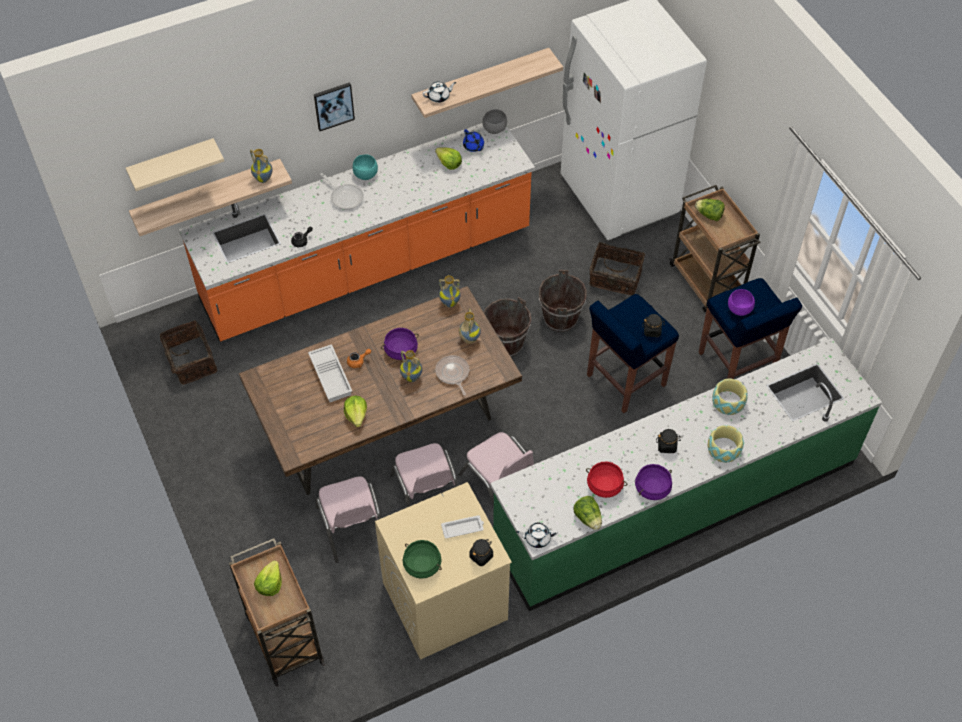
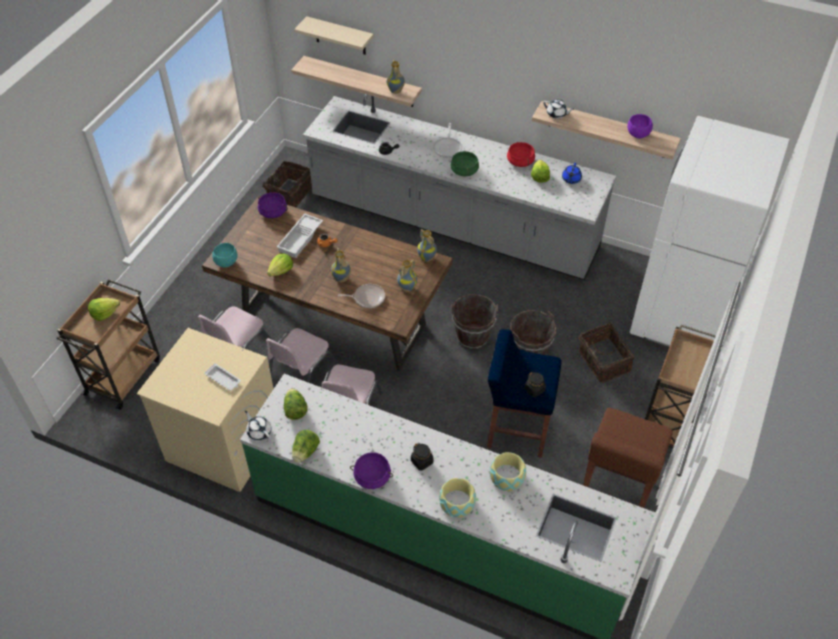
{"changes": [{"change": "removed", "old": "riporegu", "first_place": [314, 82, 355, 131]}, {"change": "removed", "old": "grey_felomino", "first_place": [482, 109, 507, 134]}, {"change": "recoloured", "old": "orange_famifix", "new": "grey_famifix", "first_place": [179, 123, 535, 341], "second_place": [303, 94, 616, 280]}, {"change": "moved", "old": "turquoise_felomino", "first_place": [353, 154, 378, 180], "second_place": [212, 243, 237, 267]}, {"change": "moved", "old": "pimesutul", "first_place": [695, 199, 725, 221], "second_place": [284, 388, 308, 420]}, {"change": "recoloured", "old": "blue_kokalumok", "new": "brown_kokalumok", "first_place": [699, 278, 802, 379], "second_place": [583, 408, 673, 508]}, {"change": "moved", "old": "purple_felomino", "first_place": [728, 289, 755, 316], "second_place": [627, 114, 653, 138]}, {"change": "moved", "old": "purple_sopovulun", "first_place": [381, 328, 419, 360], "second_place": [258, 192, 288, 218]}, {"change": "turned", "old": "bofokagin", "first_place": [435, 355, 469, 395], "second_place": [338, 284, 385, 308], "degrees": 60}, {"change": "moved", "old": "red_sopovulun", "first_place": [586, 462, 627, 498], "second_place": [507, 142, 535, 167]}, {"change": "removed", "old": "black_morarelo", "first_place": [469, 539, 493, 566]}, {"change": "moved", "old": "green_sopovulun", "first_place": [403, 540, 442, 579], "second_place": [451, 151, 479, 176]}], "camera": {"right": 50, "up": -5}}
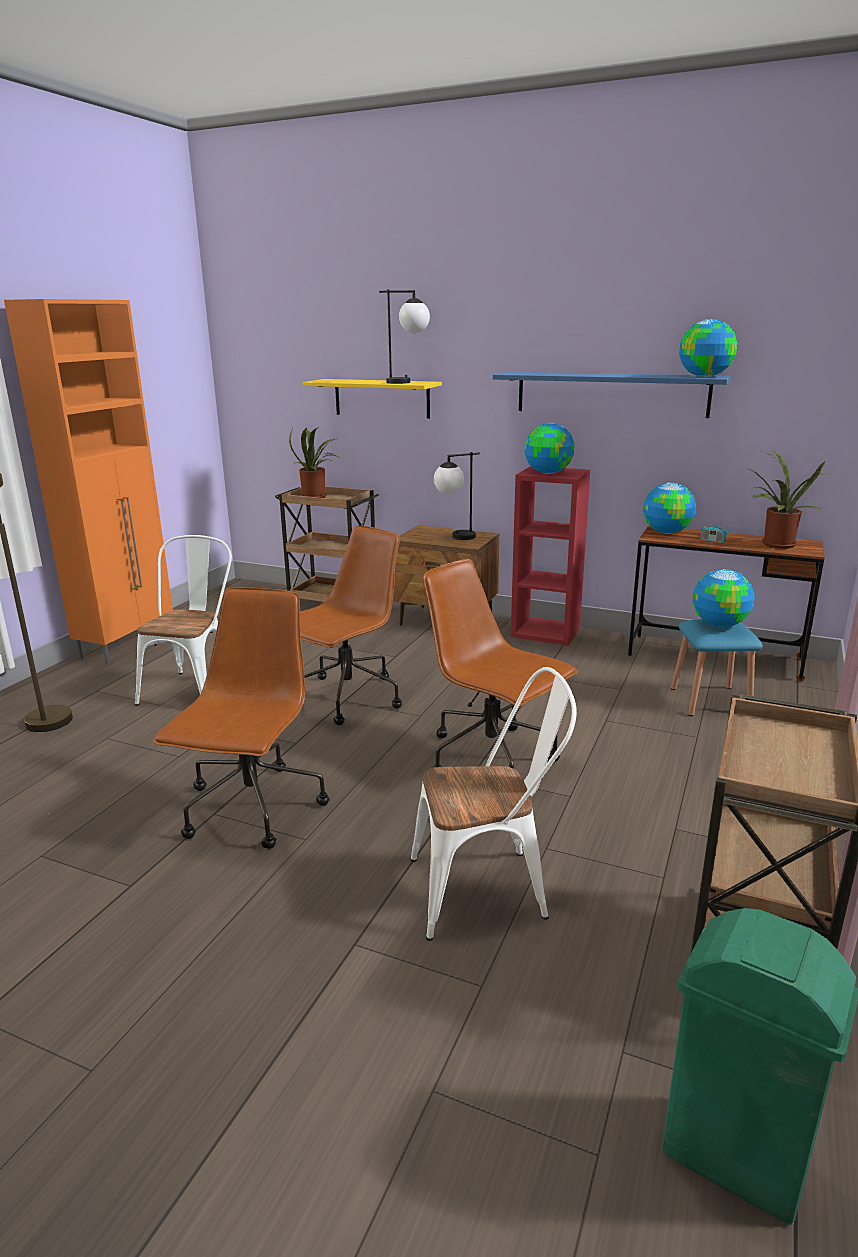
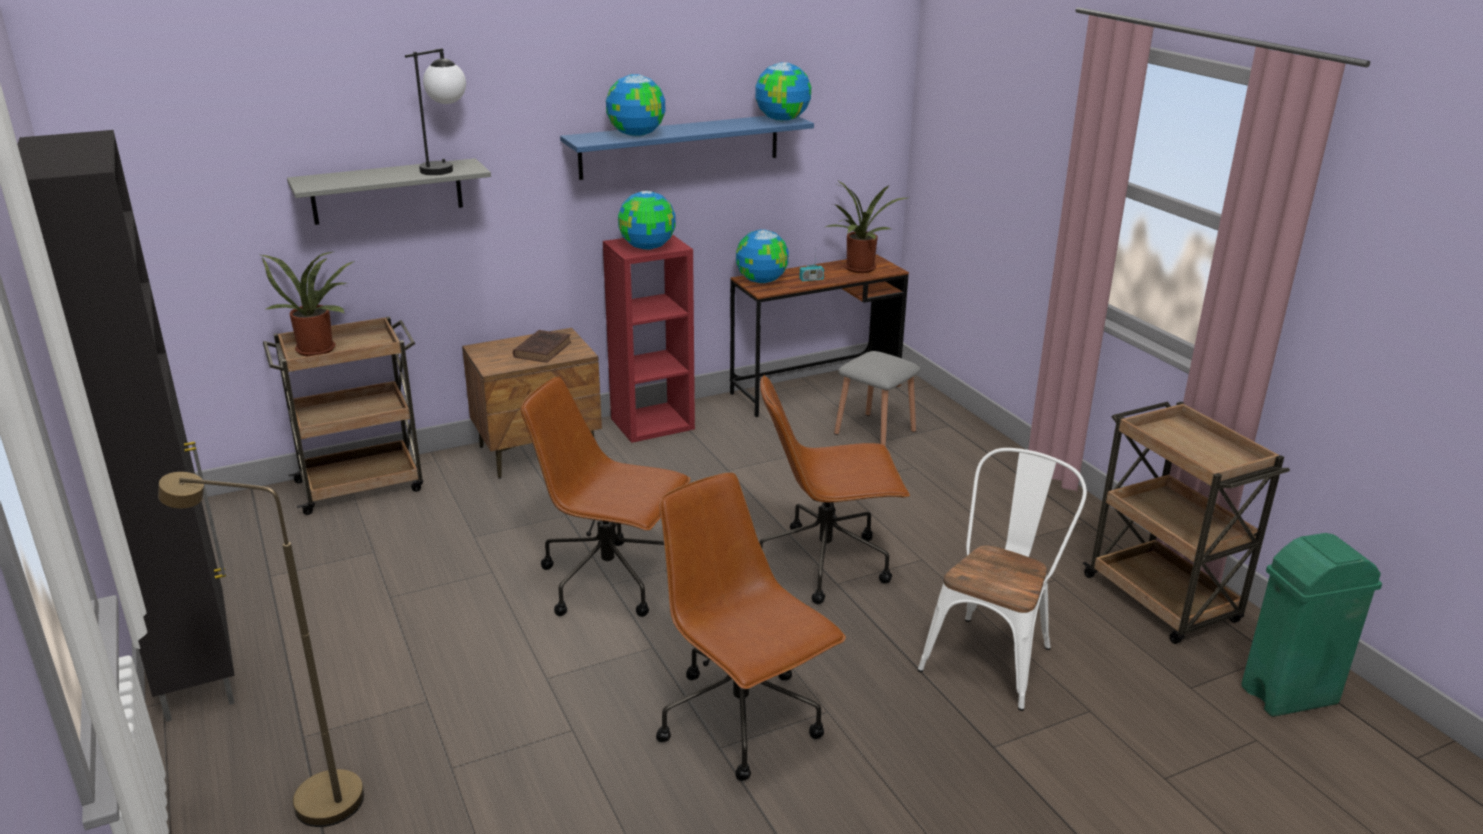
{"changes": [{"change": "recoloured", "old": "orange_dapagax", "new": "black_dapagax", "first_place": [4, 299, 173, 665], "second_place": [17, 130, 235, 722]}, {"change": "recoloured", "old": "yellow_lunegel", "new": "grey_lunegel", "first_place": [302, 379, 442, 419], "second_place": [287, 158, 491, 225]}, {"change": "replaced", "old": "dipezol", "new": "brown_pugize", "first_place": [434, 452, 480, 540], "second_place": [513, 330, 571, 363]}, {"change": "turned", "old": "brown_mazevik", "first_place": [300, 525, 402, 725], "second_place": [521, 377, 691, 617], "degrees": -60}, {"change": "removed", "old": "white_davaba", "first_place": [135, 535, 232, 706]}, {"change": "moved", "old": "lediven", "first_place": [693, 569, 755, 627], "second_place": [606, 74, 665, 137]}, {"change": "recoloured", "old": "blue_kokalumok", "new": "grey_kokalumok", "first_place": [671, 619, 763, 716], "second_place": [834, 351, 921, 446]}], "camera": {"right": -50, "up": 5}}
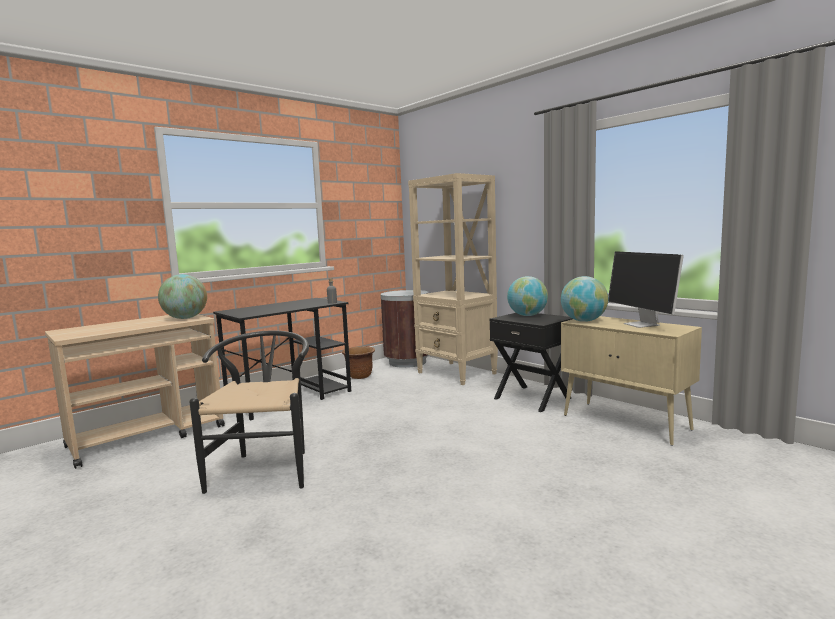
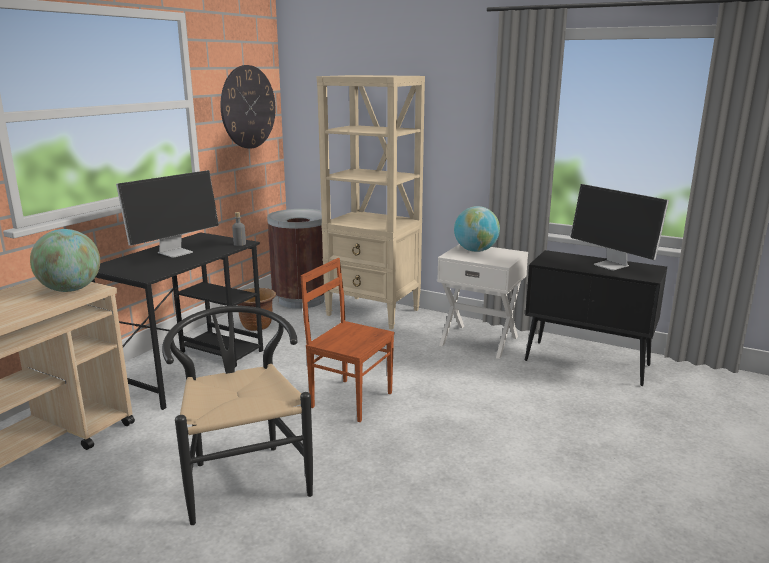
{"changes": [{"change": "removed", "old": "lediven", "first_place": [561, 276, 608, 322]}, {"change": "recoloured", "old": "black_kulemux", "new": "white_kulemux", "first_place": [490, 313, 572, 412], "second_place": [437, 244, 528, 359]}, {"change": "recoloured", "old": "beige_dapagax", "new": "black_dapagax", "first_place": [561, 316, 702, 446], "second_place": [525, 250, 667, 386]}, {"change": "added", "new": "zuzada", "second_place": [221, 65, 275, 149]}, {"change": "added", "new": "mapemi", "second_place": [116, 170, 219, 258]}, {"change": "added", "new": "brown_davaba", "second_place": [301, 258, 395, 422]}], "camera": {"right": -20, "up": 10}}
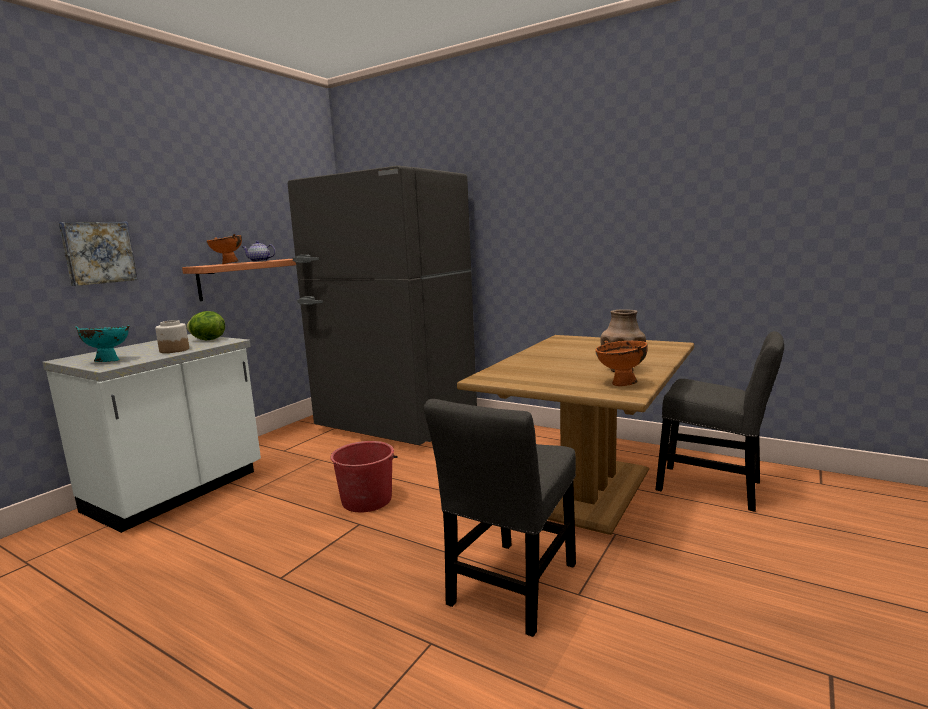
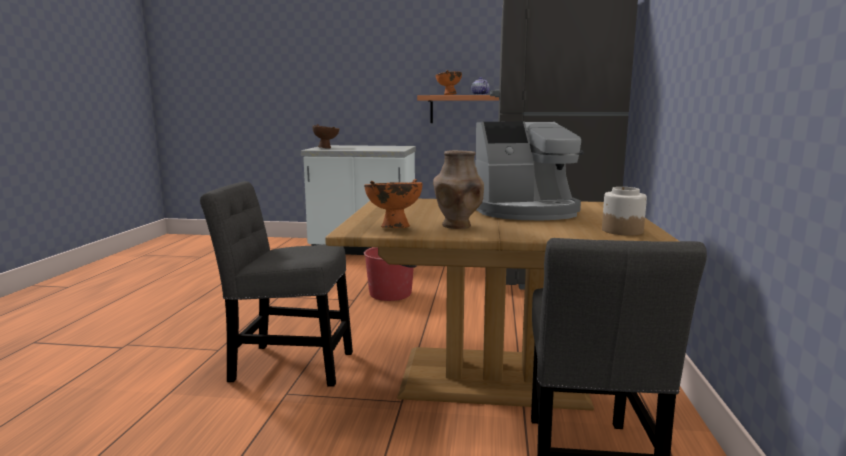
{"changes": [{"change": "removed", "old": "riporegu", "first_place": [59, 222, 138, 286]}, {"change": "removed", "old": "pimesutul", "first_place": [186, 311, 225, 340]}, {"change": "moved", "old": "morarelo", "first_place": [155, 320, 189, 353], "second_place": [602, 187, 647, 236]}, {"change": "recoloured", "old": "turquoise_felomino", "new": "brown_felomino", "first_place": [76, 325, 130, 362], "second_place": [312, 124, 340, 148]}, {"change": "added", "new": "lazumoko", "second_place": [475, 122, 584, 220]}], "camera": {"right": 65, "up": 0}}
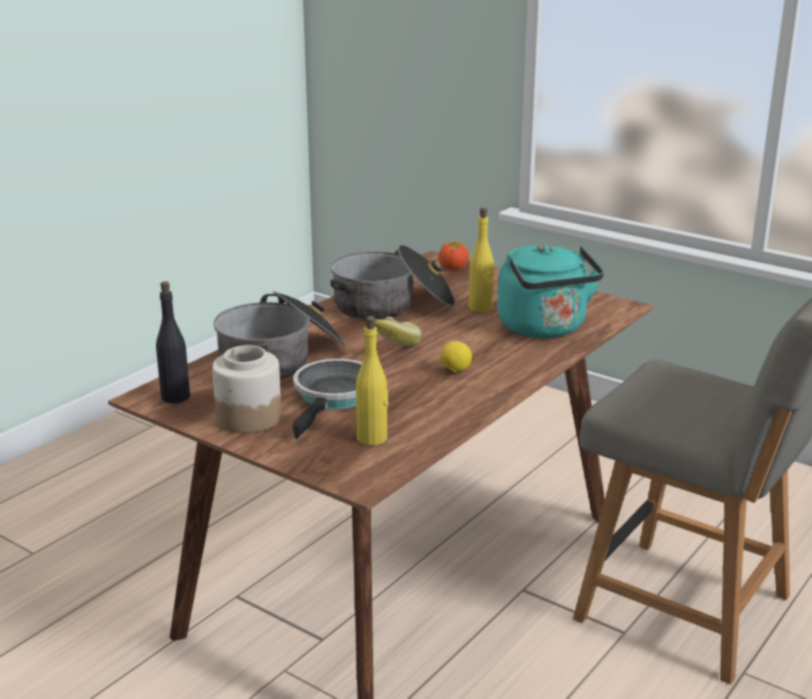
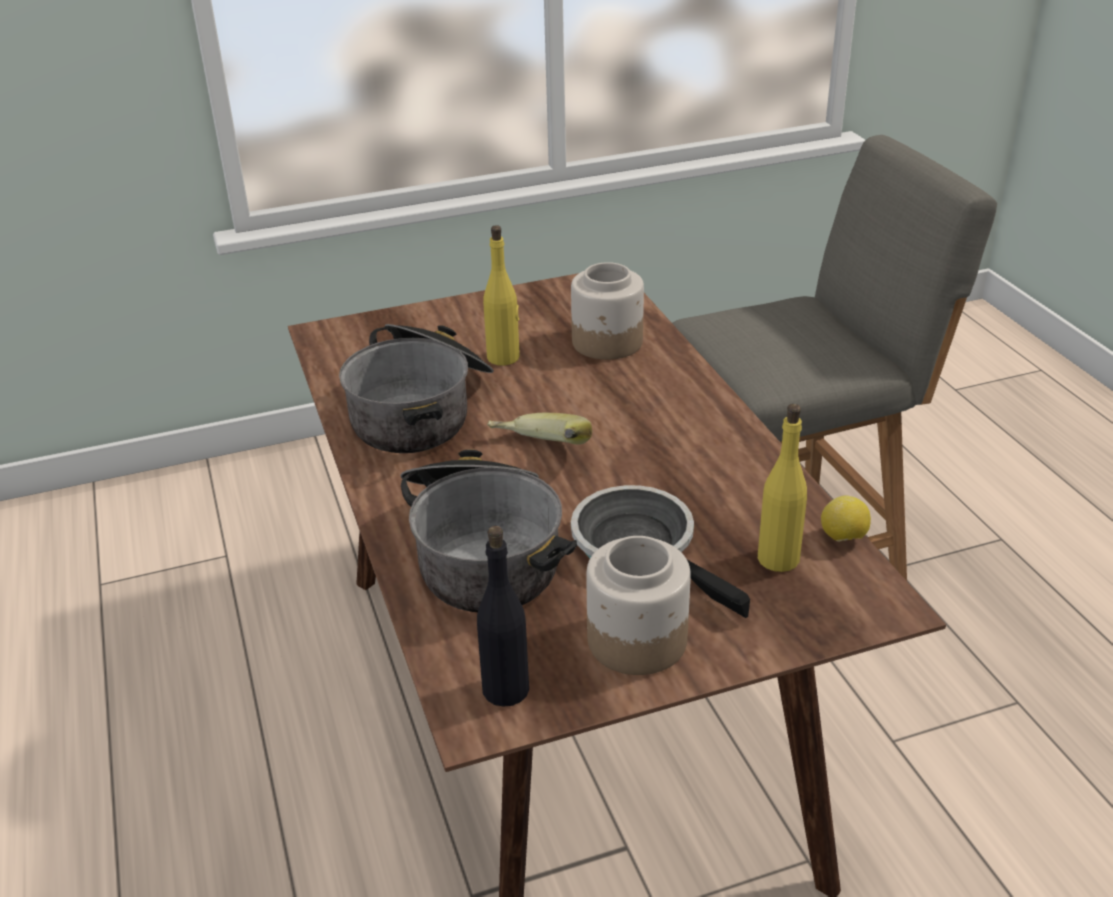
{"changes": [{"change": "removed", "old": "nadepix", "first_place": [439, 237, 469, 270]}, {"change": "replaced", "old": "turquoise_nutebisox", "new": "morarelo", "first_place": [497, 244, 604, 338], "second_place": [571, 262, 644, 360]}, {"change": "moved", "old": "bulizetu", "first_place": [440, 341, 472, 372], "second_place": [821, 495, 871, 542]}], "camera": {"right": -55, "up": 10}}
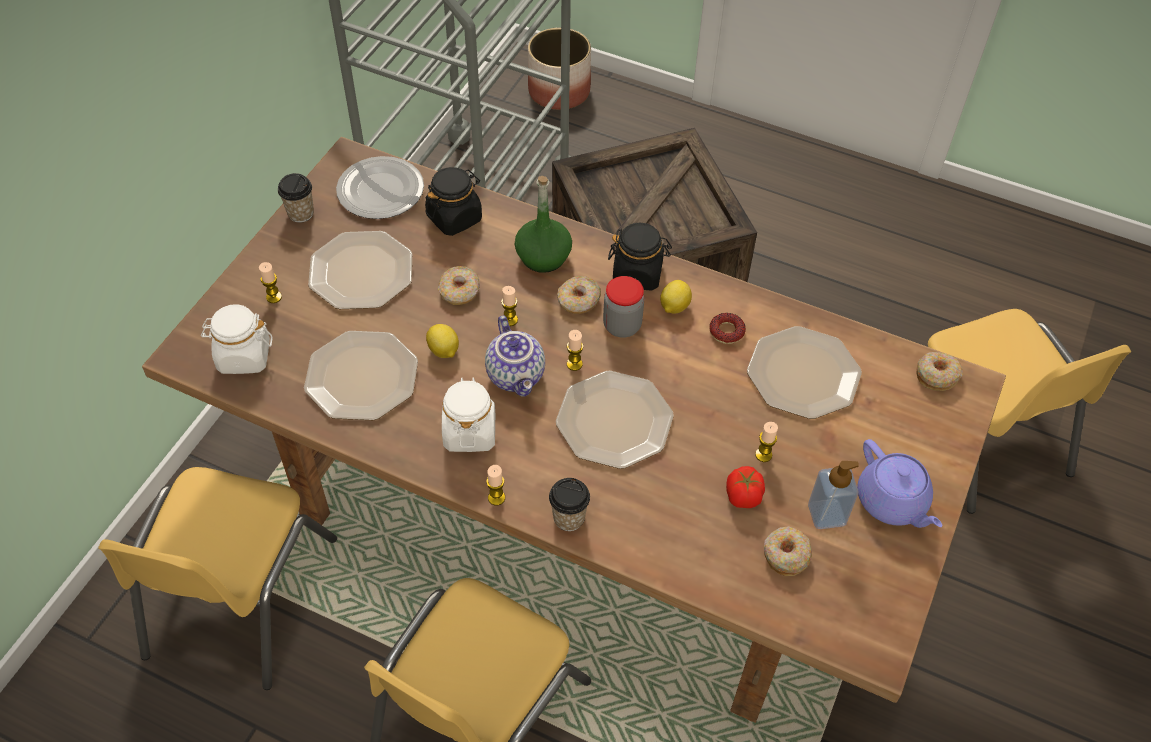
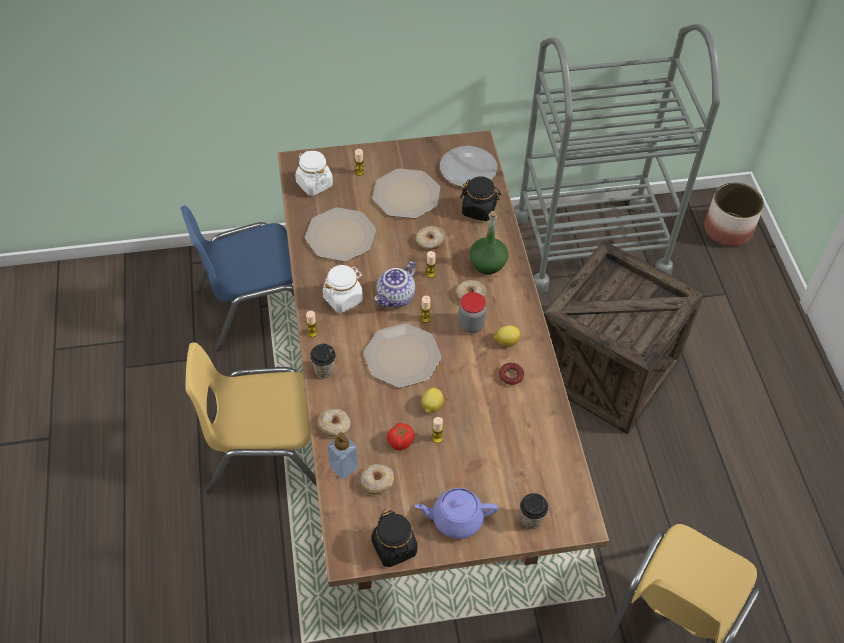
{"changes": [{"change": "moved", "old": "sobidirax", "first_place": [278, 173, 314, 223], "second_place": [520, 493, 548, 529]}, {"change": "moved", "old": "black_morarelo", "first_place": [608, 223, 672, 291], "second_place": [371, 510, 417, 567]}, {"change": "moved", "old": "bulizetu", "first_place": [426, 324, 459, 358], "second_place": [421, 388, 444, 413]}, {"change": "removed", "old": "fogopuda", "first_place": [747, 326, 862, 419]}, {"change": "moved", "old": "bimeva", "first_place": [916, 352, 963, 391], "second_place": [317, 408, 351, 437]}, {"change": "turned", "old": "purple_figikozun", "first_place": [857, 439, 942, 528], "second_place": [415, 488, 498, 539], "degrees": 60}, {"change": "moved", "old": "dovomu", "first_place": [808, 461, 859, 529], "second_place": [327, 432, 358, 479]}, {"change": "recoloured", "old": "yellow_davaba", "new": "blue_davaba", "first_place": [98, 467, 337, 690], "second_place": [180, 205, 294, 351]}], "camera": {"right": 55, "up": 0}}
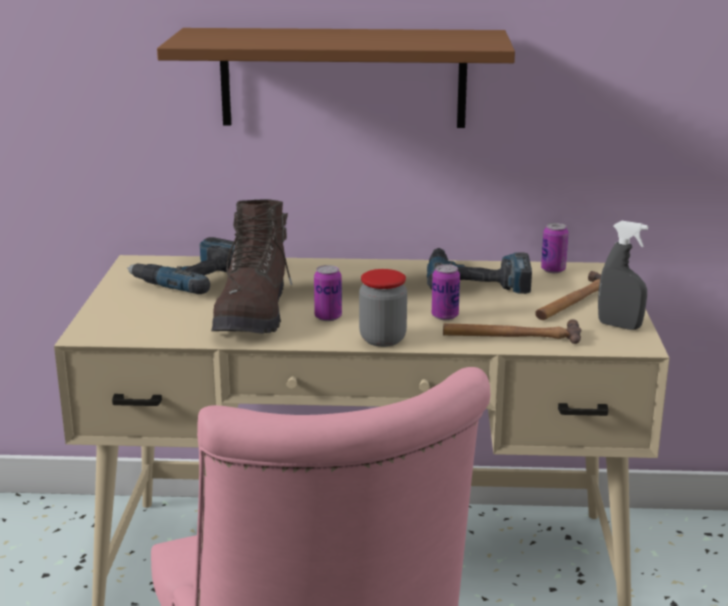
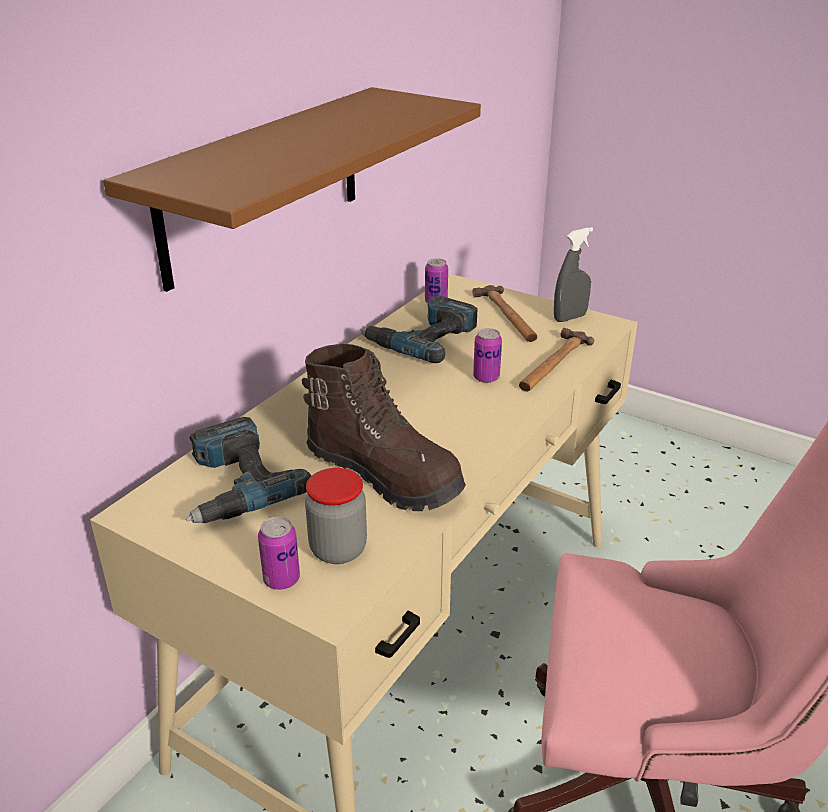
{"changes": [{"change": "moved", "old": "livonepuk", "first_place": [314, 265, 342, 321], "second_place": [258, 517, 300, 590]}, {"change": "moved", "old": "morarelo", "first_place": [359, 269, 407, 347], "second_place": [305, 468, 367, 564]}], "camera": {"right": -60, "up": 10}}
